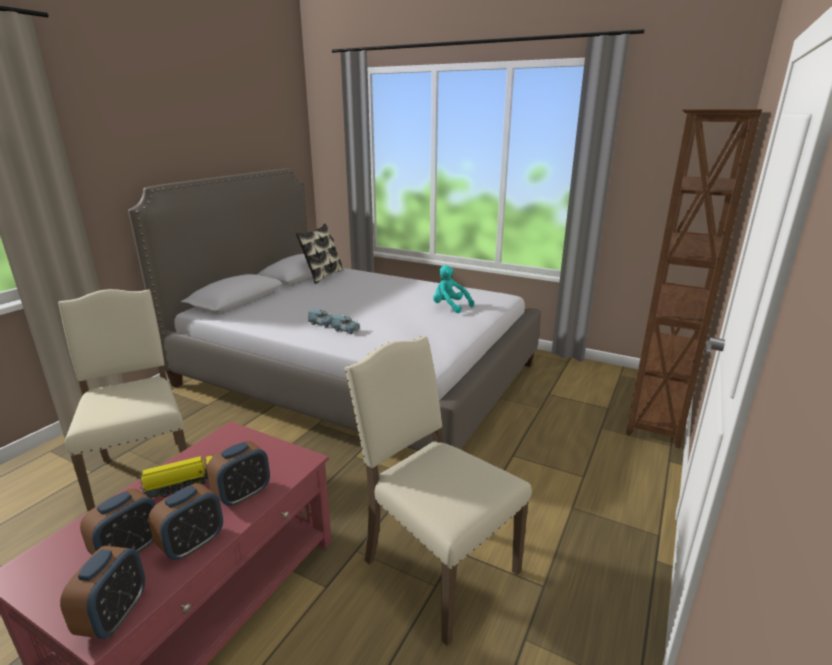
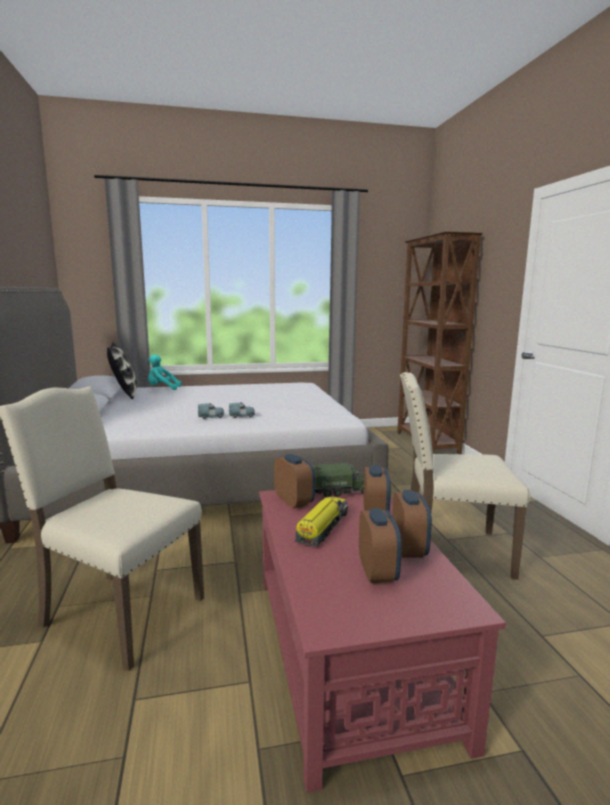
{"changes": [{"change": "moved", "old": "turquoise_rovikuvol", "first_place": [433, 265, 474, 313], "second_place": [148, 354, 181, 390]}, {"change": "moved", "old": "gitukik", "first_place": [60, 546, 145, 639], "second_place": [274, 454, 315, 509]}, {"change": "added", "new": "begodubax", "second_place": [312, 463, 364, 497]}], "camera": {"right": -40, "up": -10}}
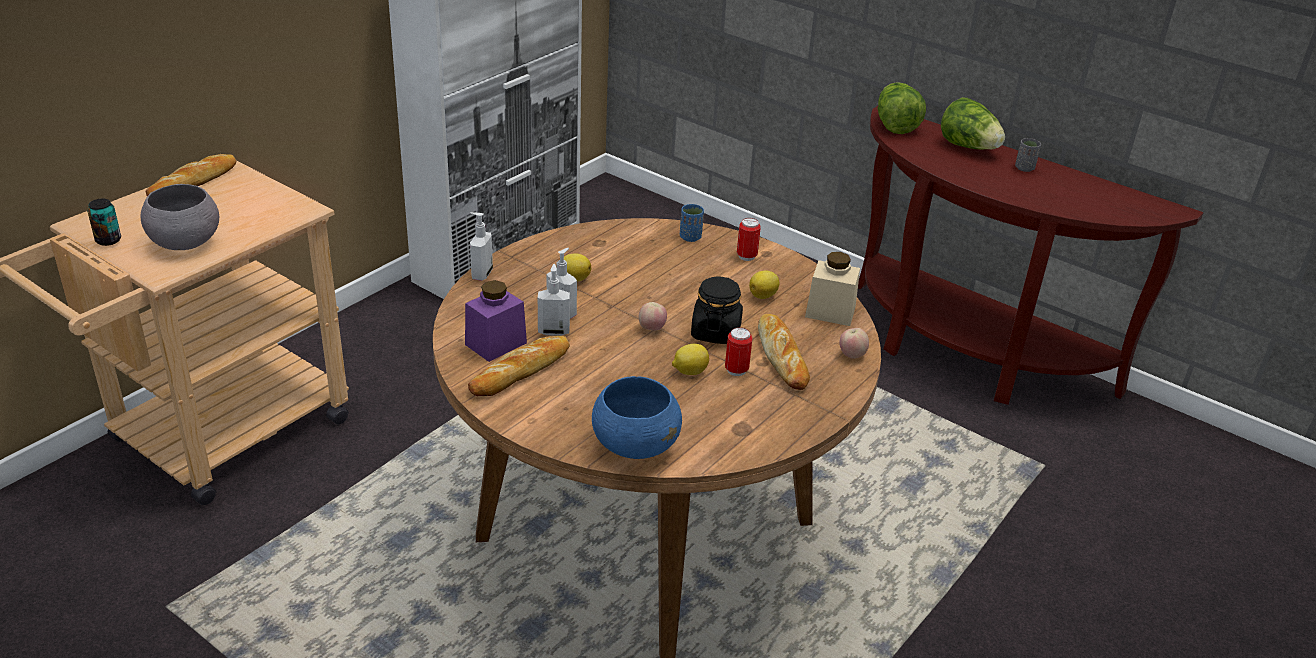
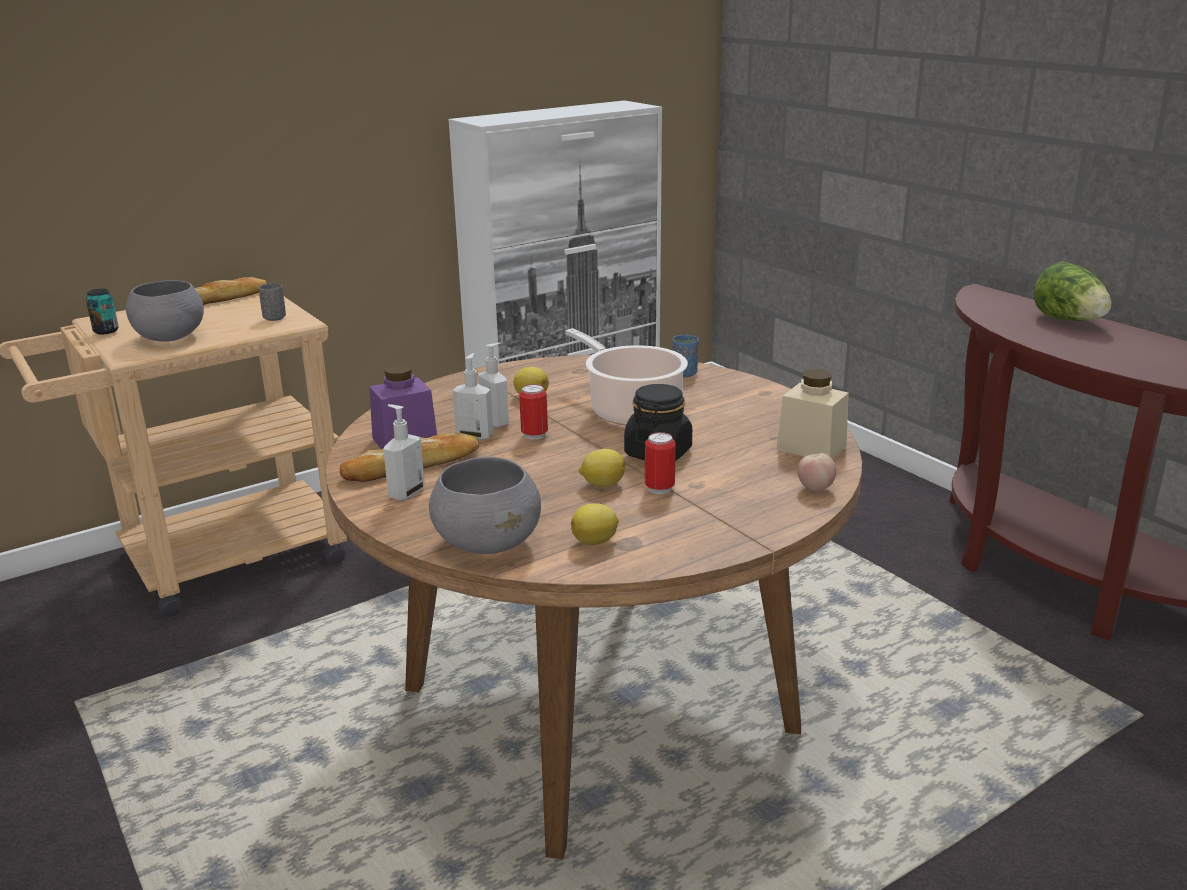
{"changes": [{"change": "removed", "old": "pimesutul", "first_place": [878, 82, 926, 134]}, {"change": "moved", "old": "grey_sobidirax", "first_place": [1015, 138, 1041, 172], "second_place": [259, 283, 286, 321]}, {"change": "moved", "old": "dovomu", "first_place": [470, 212, 493, 281], "second_place": [383, 404, 425, 501]}, {"change": "moved", "old": "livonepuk", "first_place": [737, 218, 761, 261], "second_place": [519, 384, 548, 440]}, {"change": "moved", "old": "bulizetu", "first_place": [749, 271, 779, 299], "second_place": [571, 503, 619, 545]}, {"change": "removed", "old": "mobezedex", "first_place": [639, 302, 667, 331]}, {"change": "removed", "old": "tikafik", "first_place": [758, 314, 810, 390]}, {"change": "recoloured", "old": "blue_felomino", "new": "grey_felomino", "first_place": [592, 376, 682, 459], "second_place": [429, 457, 541, 554]}, {"change": "added", "new": "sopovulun", "second_place": [565, 328, 688, 426]}], "camera": {"right": 20, "up": -10}}
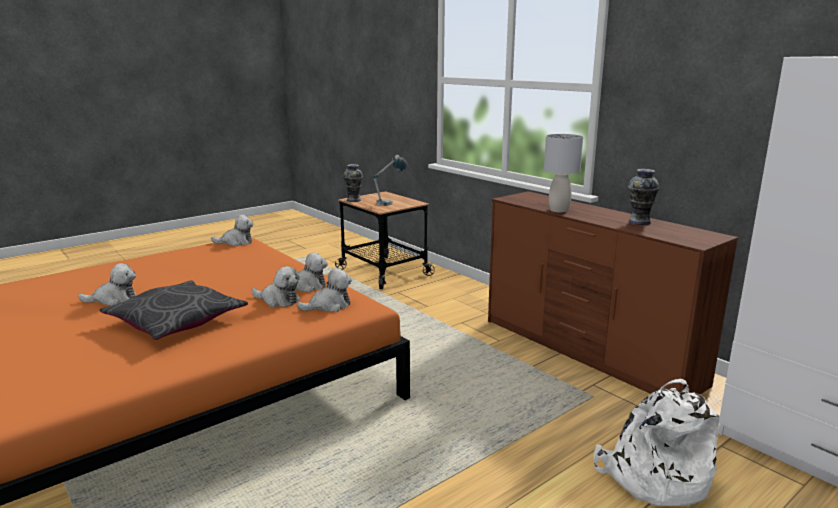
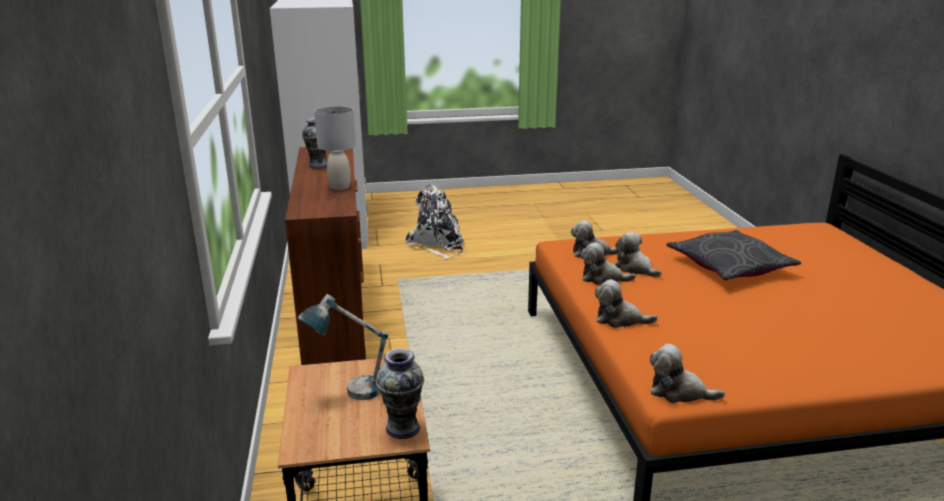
{"changes": [{"change": "moved", "old": "rovikuvol", "first_place": [78, 263, 137, 306], "second_place": [595, 279, 657, 328]}], "camera": {"right": -150, "up": 5}}
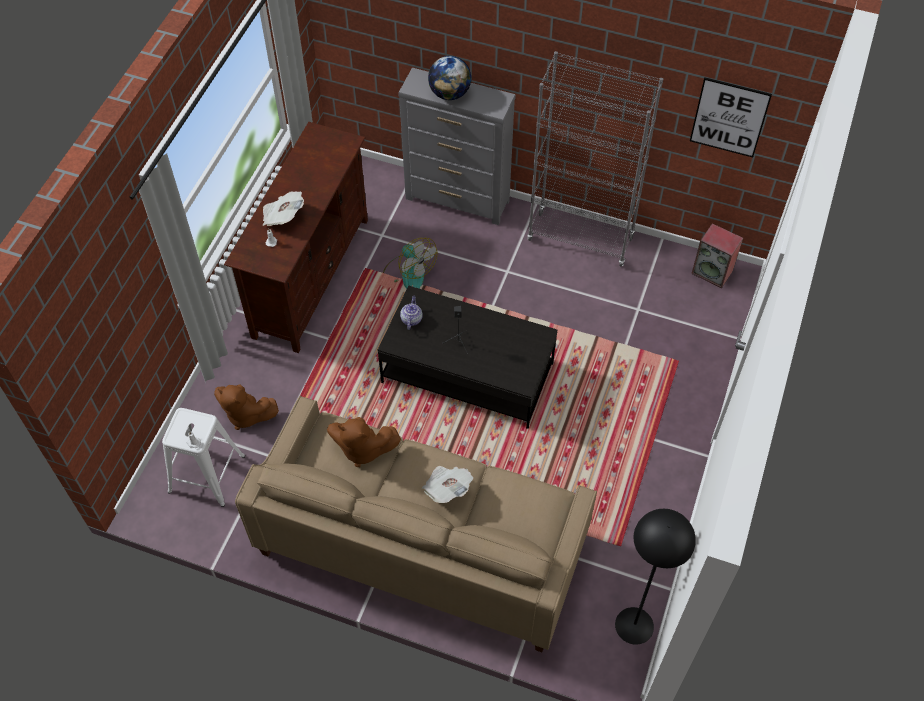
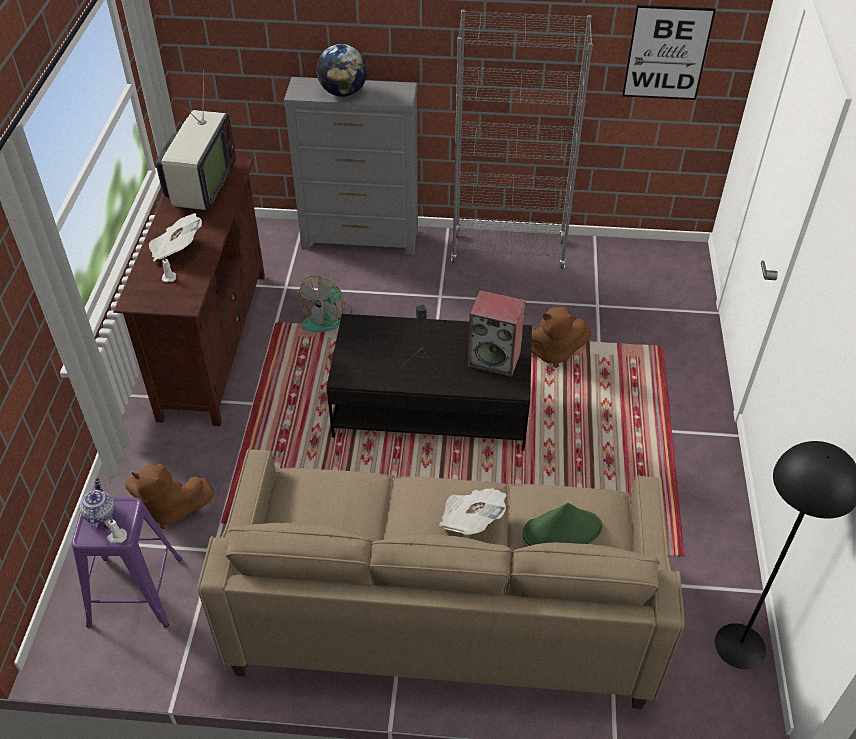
{"changes": [{"change": "moved", "old": "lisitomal", "first_place": [691, 223, 743, 288], "second_place": [467, 290, 526, 377]}, {"change": "turned", "old": "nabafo", "first_place": [383, 238, 438, 289], "second_place": [299, 275, 352, 332], "degrees": 90}, {"change": "moved", "old": "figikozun", "first_place": [400, 296, 423, 330], "second_place": [79, 478, 115, 530]}, {"change": "recoloured", "old": "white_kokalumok", "new": "purple_kokalumok", "first_place": [162, 408, 245, 507], "second_place": [72, 498, 182, 628]}, {"change": "moved", "old": "brown_rovikuvol", "first_place": [327, 417, 401, 467], "second_place": [531, 307, 592, 368]}, {"change": "added", "new": "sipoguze", "second_place": [156, 68, 236, 212]}, {"change": "added", "new": "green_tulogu", "second_place": [522, 503, 602, 546]}], "camera": {"right": -15, "up": -10}}
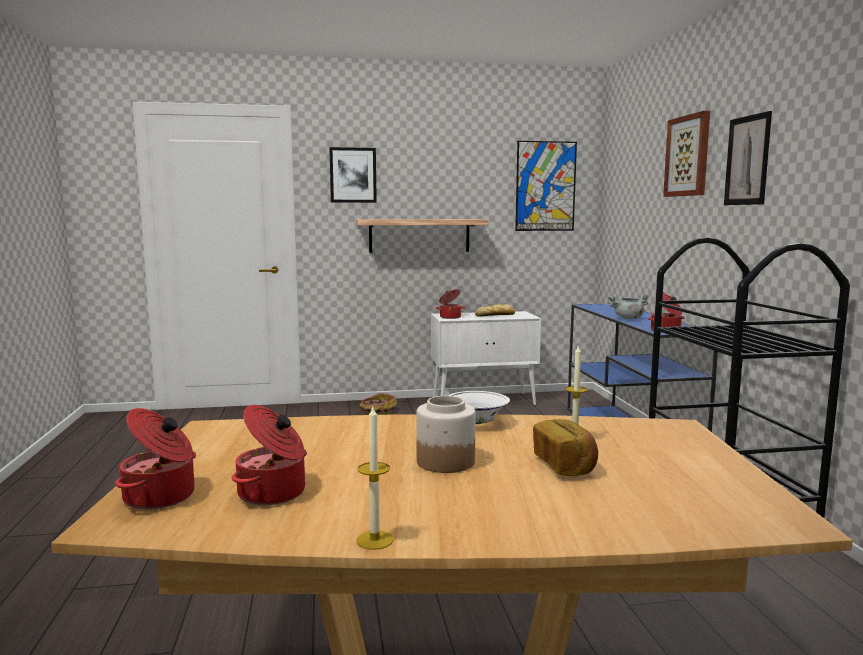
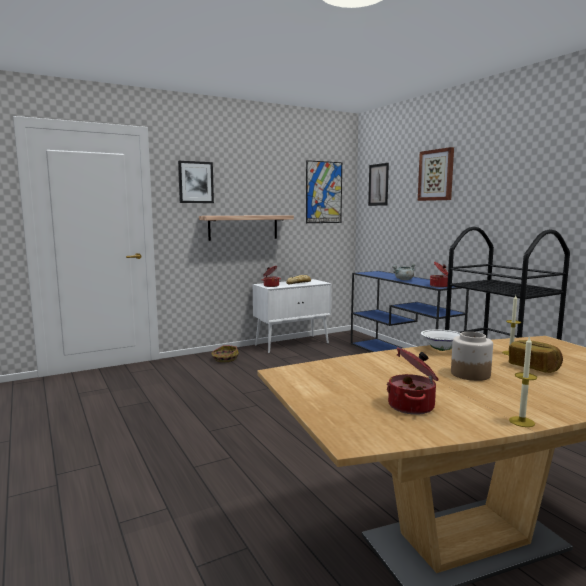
{"changes": [{"change": "moved", "old": "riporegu", "first_place": [724, 111, 772, 205], "second_place": [368, 163, 389, 206]}, {"change": "removed", "old": "sopovulun", "first_place": [115, 408, 196, 510]}], "camera": {"right": -20, "up": 0}}
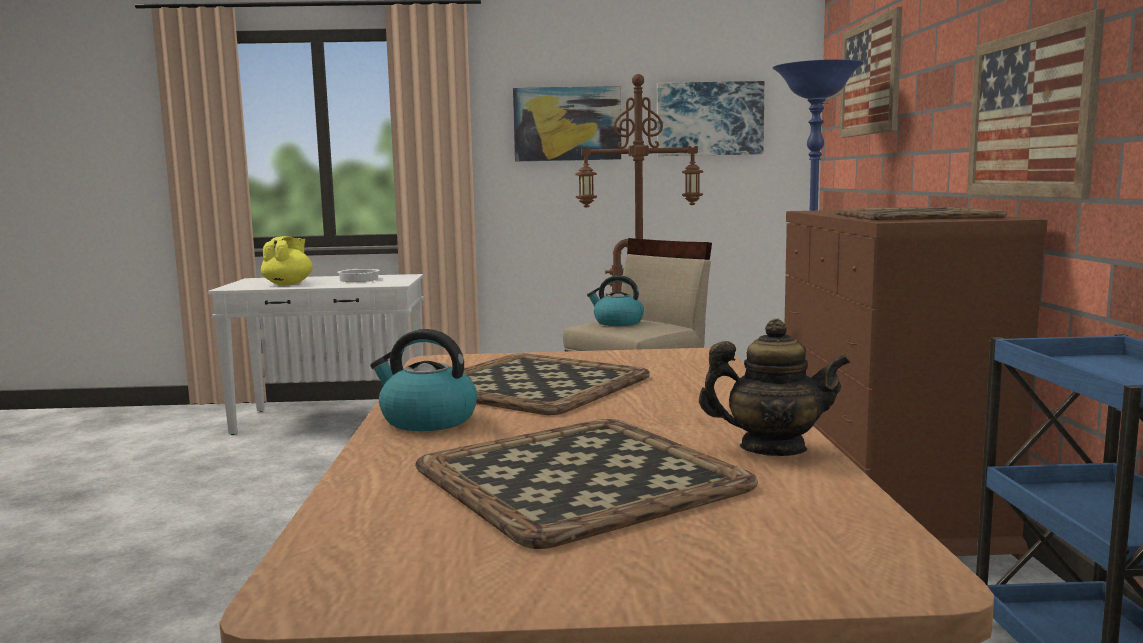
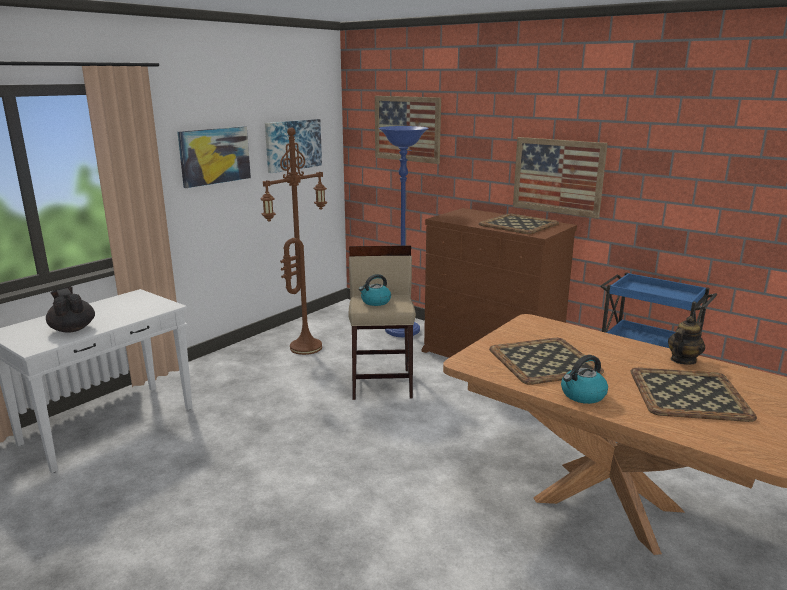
{"changes": [{"change": "recoloured", "old": "yellow_figikozun", "new": "black_figikozun", "first_place": [261, 236, 313, 285], "second_place": [46, 286, 95, 333]}, {"change": "removed", "old": "sopovulun", "first_place": [337, 269, 380, 282]}], "camera": {"right": -50, "up": 10}}
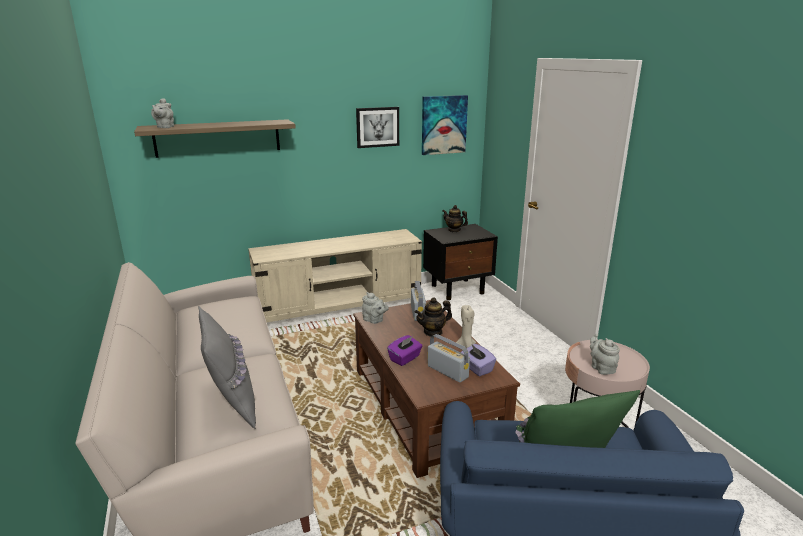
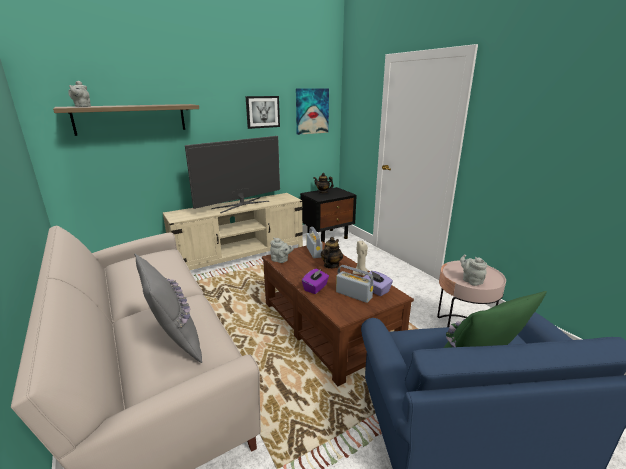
{"changes": [{"change": "turned", "old": "figikozun", "first_place": [415, 297, 452, 337], "second_place": [321, 237, 343, 268], "degrees": 150}, {"change": "added", "new": "sipoguze", "second_place": [185, 136, 280, 213]}], "camera": {"right": -10, "up": 0}}
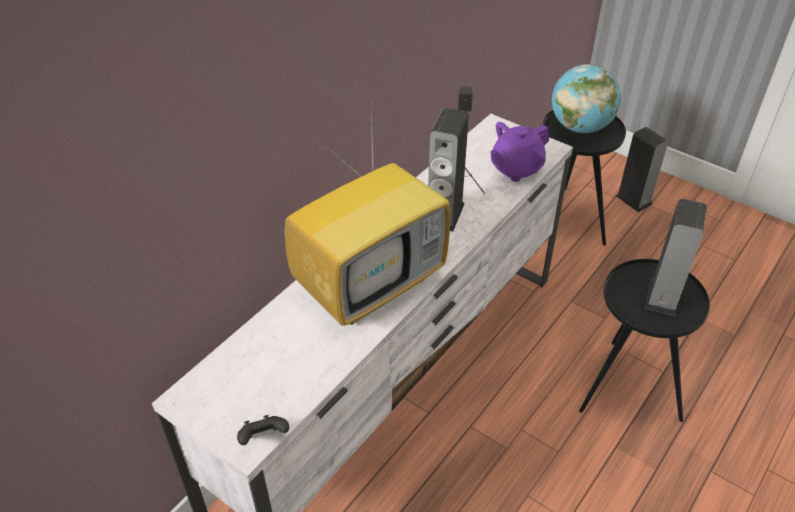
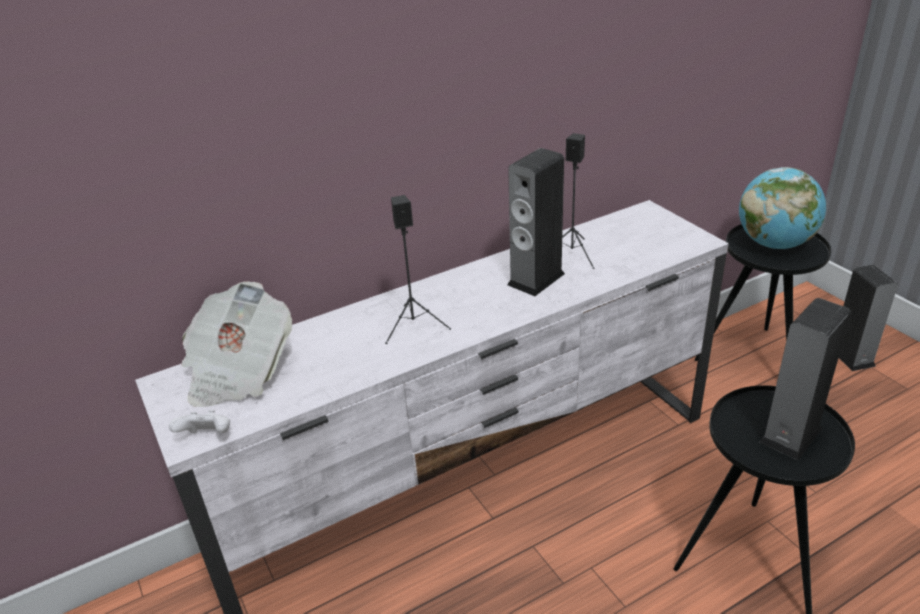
{"changes": [{"change": "replaced", "old": "sipoguze", "new": "black_lisitomal", "first_place": [284, 109, 450, 326], "second_place": [385, 195, 451, 344]}, {"change": "removed", "old": "purple_figikozun", "first_place": [490, 122, 549, 182]}, {"change": "recoloured", "old": "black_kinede", "new": "white_kinede", "first_place": [237, 415, 289, 445], "second_place": [169, 410, 230, 433]}, {"change": "added", "new": "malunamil", "second_place": [181, 281, 293, 407]}], "camera": {"right": 25, "up": -10}}
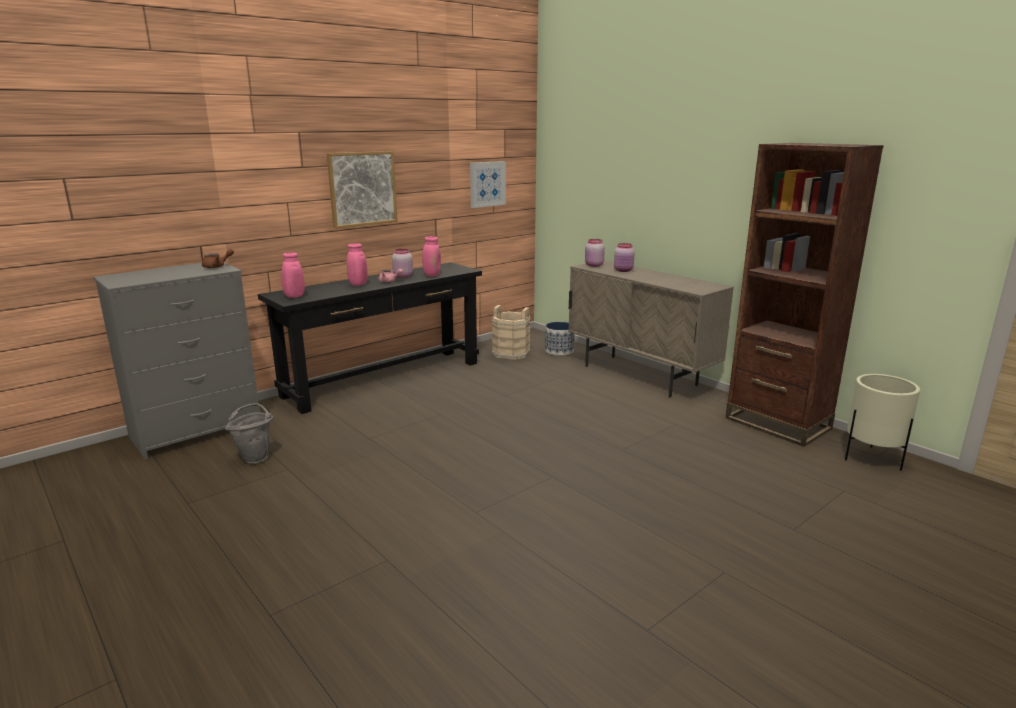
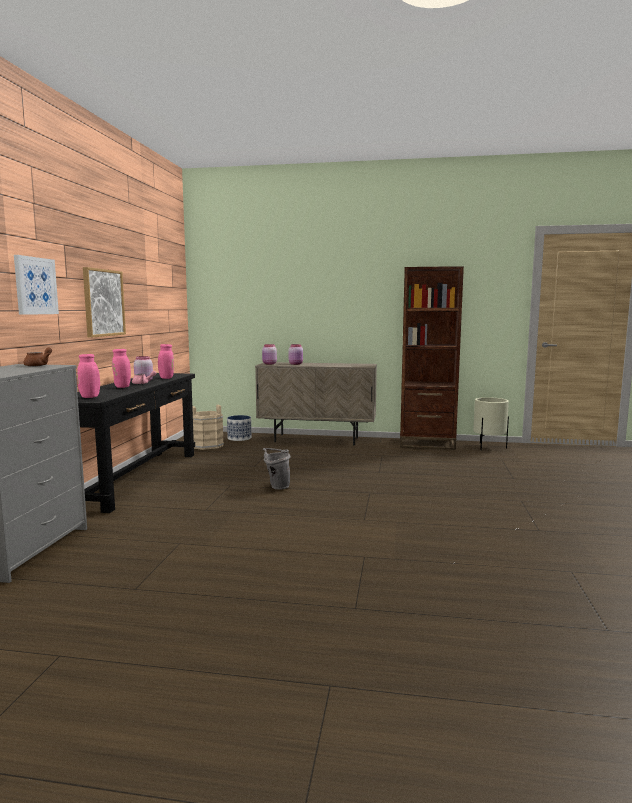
{"changes": [{"change": "moved", "old": "riporegu", "first_place": [470, 161, 506, 208], "second_place": [14, 255, 59, 315]}, {"change": "moved", "old": "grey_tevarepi", "first_place": [225, 403, 273, 464], "second_place": [263, 448, 291, 490]}], "camera": {"right": -40, "up": -10}}
